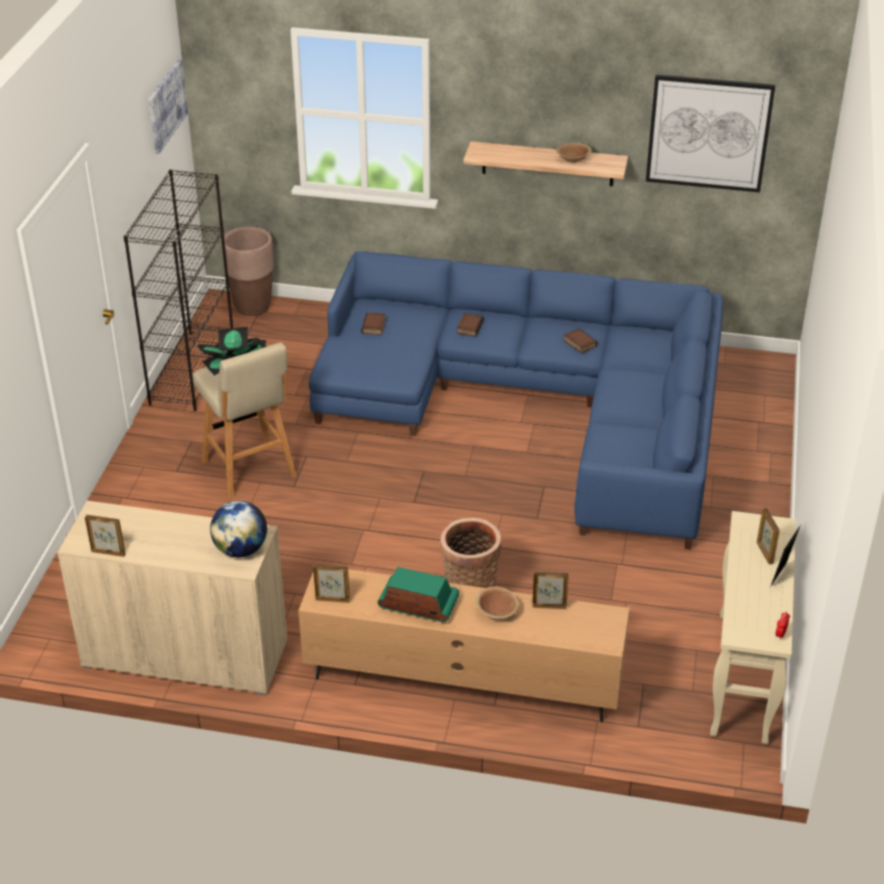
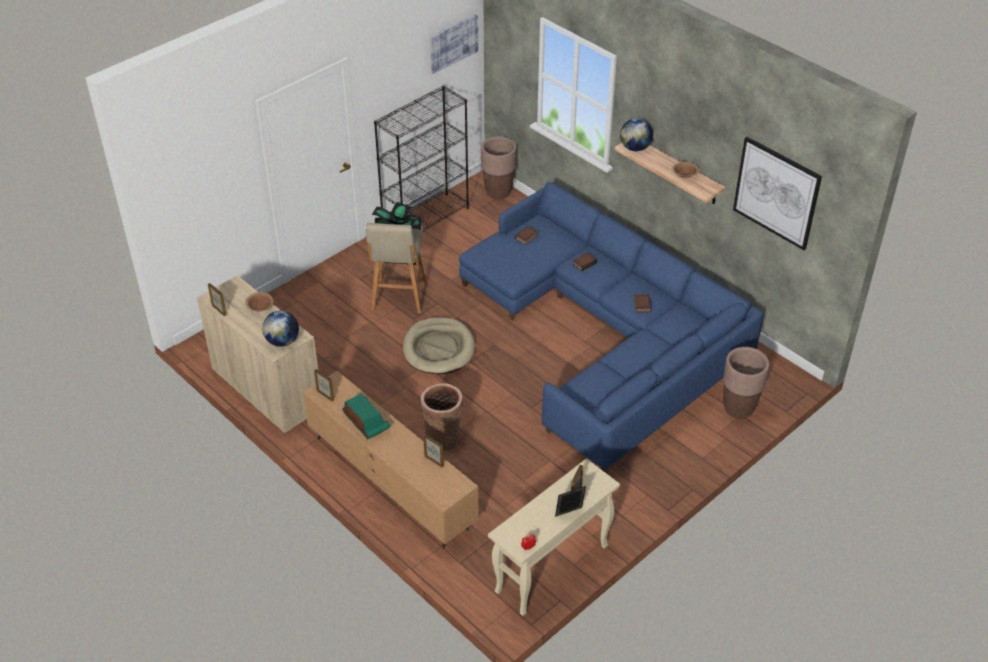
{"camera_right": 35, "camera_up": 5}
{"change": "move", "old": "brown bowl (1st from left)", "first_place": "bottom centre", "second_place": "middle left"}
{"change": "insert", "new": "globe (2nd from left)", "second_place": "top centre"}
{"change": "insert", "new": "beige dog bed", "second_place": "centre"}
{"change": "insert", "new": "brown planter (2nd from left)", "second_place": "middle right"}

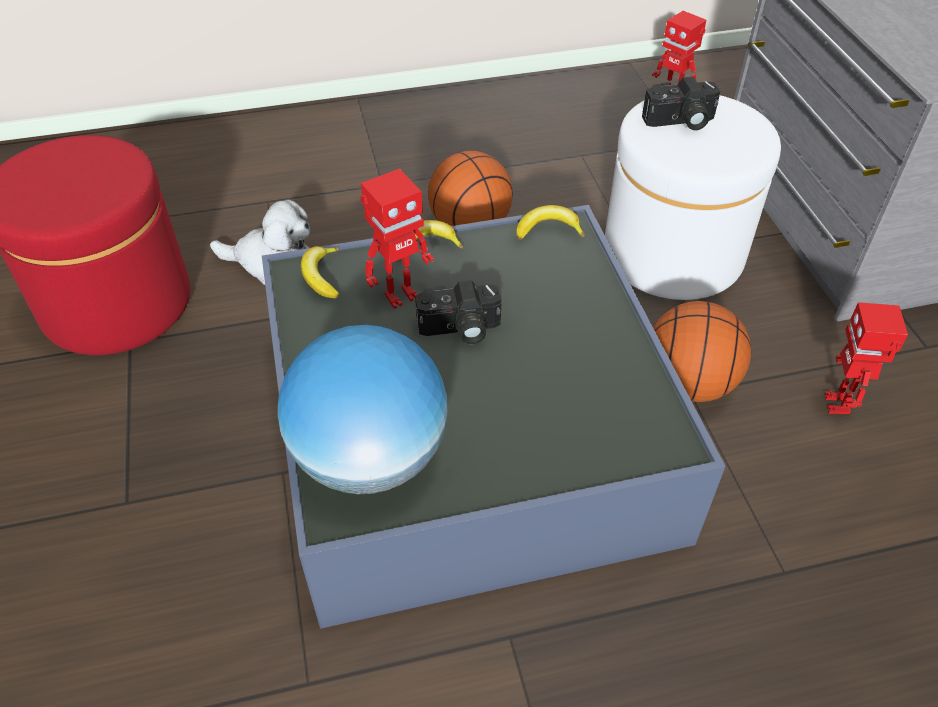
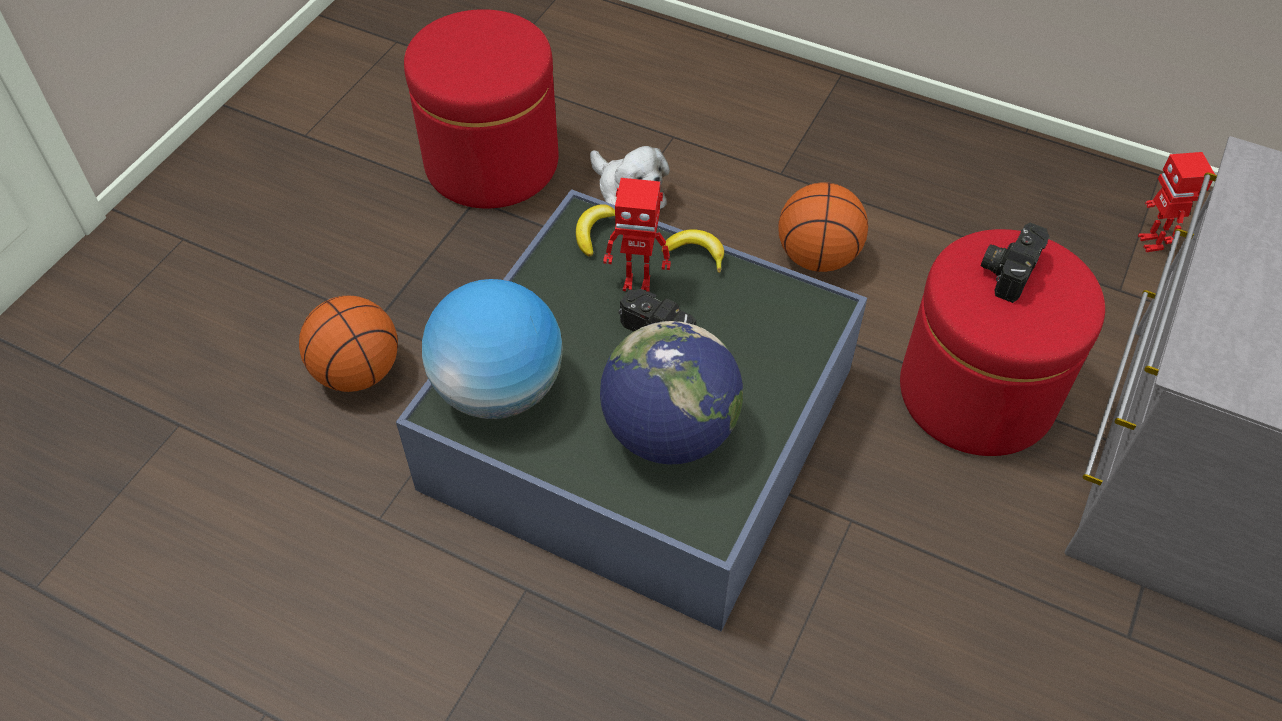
{"camera_right": 40, "camera_up": 5}
{"change": "rotate", "old": "photo camera (2nd from left)", "first_place": "top right", "second_place": "middle right", "degrees": 90}
{"change": "recolor", "old": "white ottoman", "new": "red ottoman (2nd from left)", "first_place": "top right", "second_place": "middle right"}
{"change": "delete", "old": "banana (3rd from left)", "first_place": "top centre"}
{"change": "move", "old": "basketball (2nd from left in the first image)", "new": "basketball (1st from left)", "first_place": "middle right", "second_place": "middle left"}
{"change": "delete", "old": "toy robot (3rd from left)", "first_place": "middle right"}
{"change": "insert", "new": "globe (2nd from left)", "second_place": "centre"}

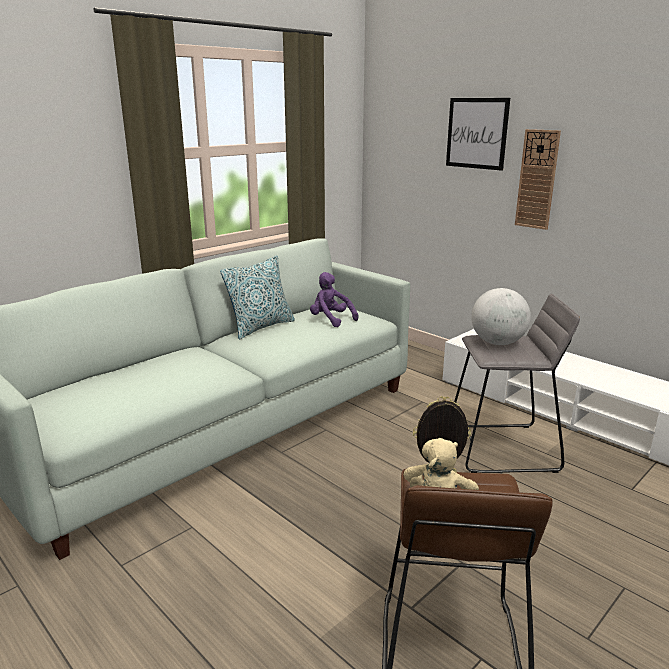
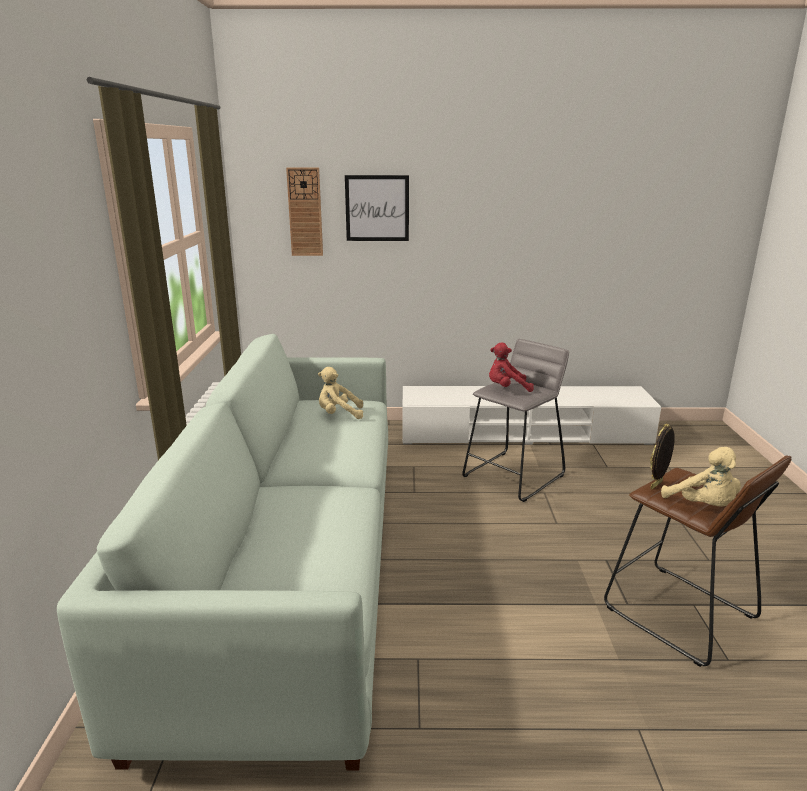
{"camera_right": -45, "camera_up": 0}
{"change": "move", "old": "wall clock", "first_place": "top right", "second_place": "top centre"}
{"change": "delete", "old": "pillow", "first_place": "centre"}
{"change": "recolor", "old": "purple plush toy", "new": "beige plush toy (1st from left)", "first_place": "centre", "second_place": "centre"}
{"change": "replace", "old": "globe", "new": "red plush toy", "first_place": "middle right", "second_place": "centre"}

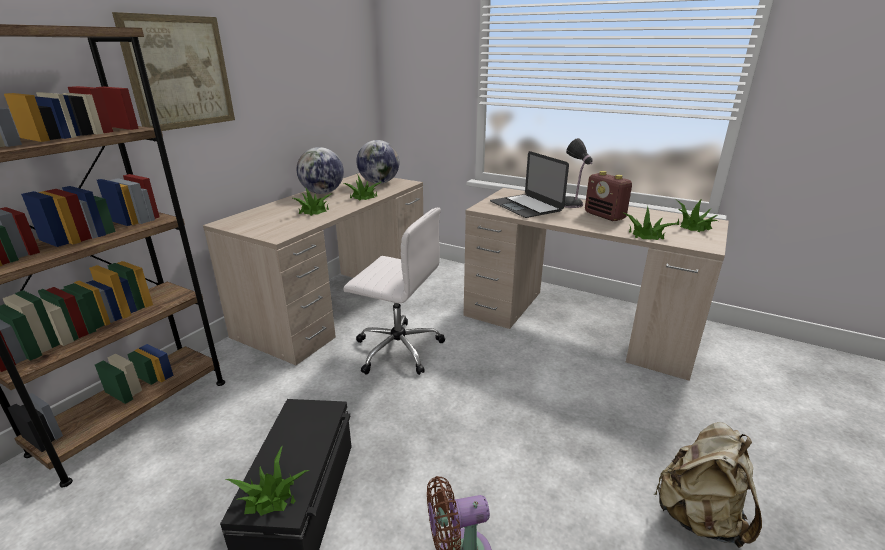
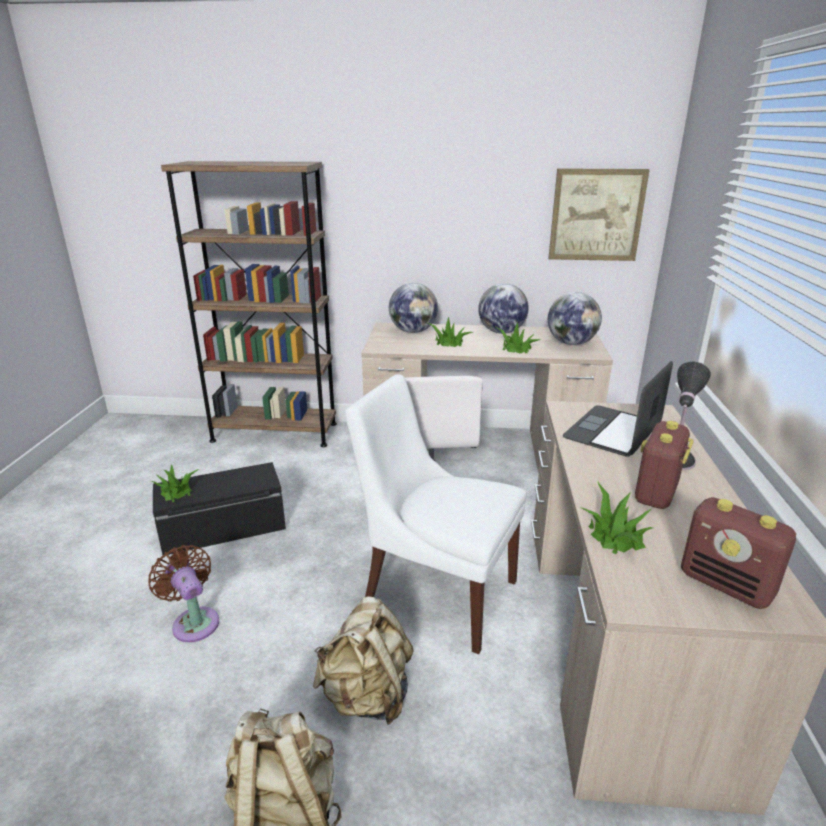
{"camera_right": 65, "camera_up": 0}
{"change": "move", "old": "picture", "first_place": "top left", "second_place": "top right"}
{"change": "replace", "old": "potted plant (5th from left)", "new": "radio (2nd from left)", "first_place": "middle right", "second_place": "bottom right"}
{"change": "insert", "new": "globe (1st from left)", "second_place": "centre"}
{"change": "insert", "new": "white chair", "second_place": "centre"}
{"change": "insert", "new": "beige backpack (2nd from left)", "second_place": "bottom centre"}

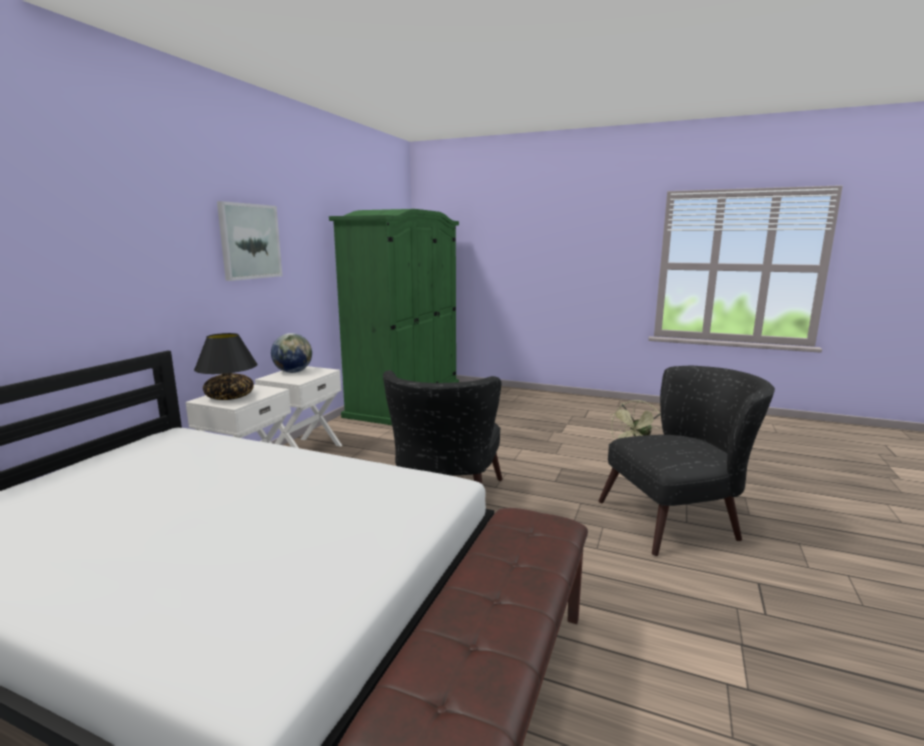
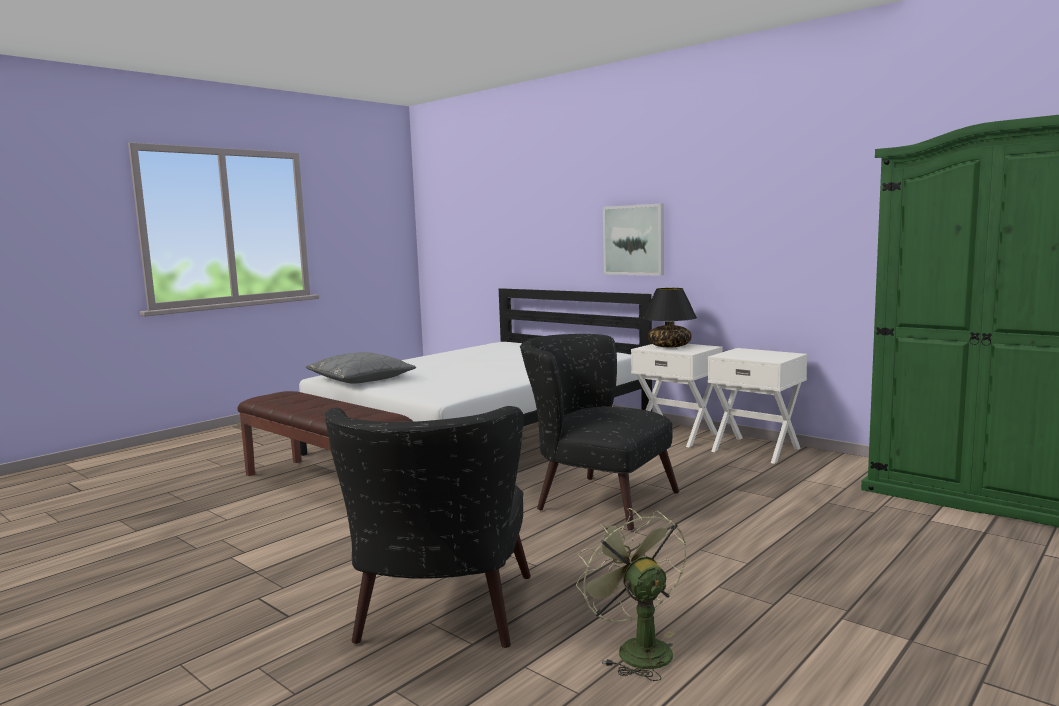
{"camera_right": 110, "camera_up": -5}
{"change": "move", "old": "picture", "first_place": "top left", "second_place": "centre"}
{"change": "delete", "old": "globe", "first_place": "middle left"}
{"change": "insert", "new": "grey pillow", "second_place": "centre"}

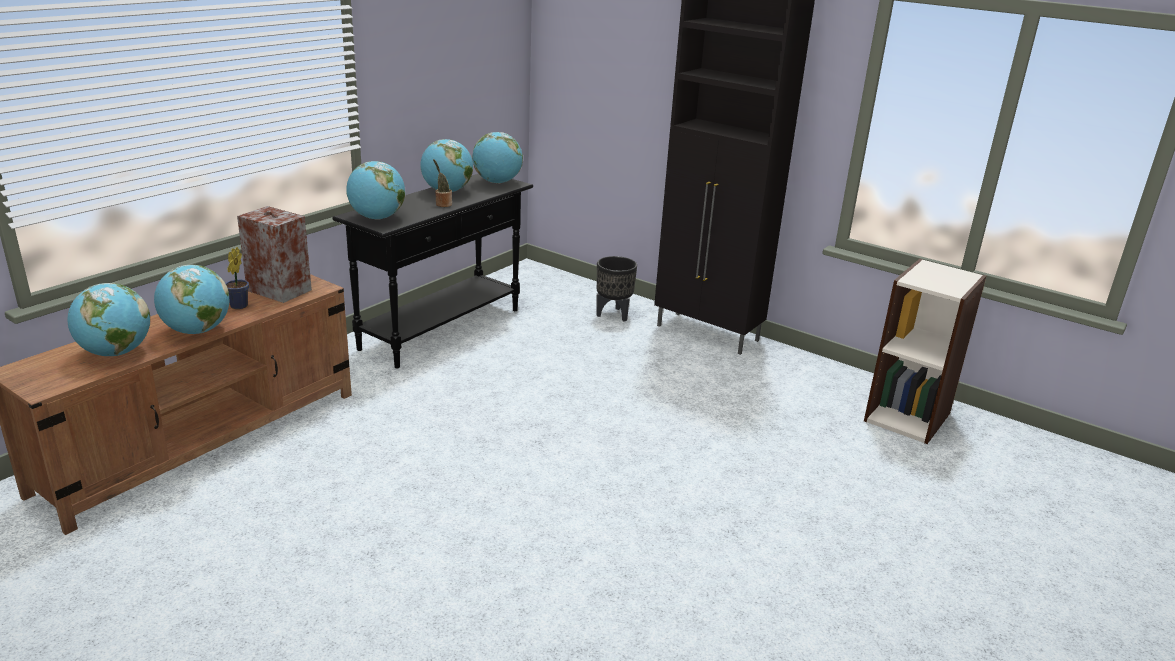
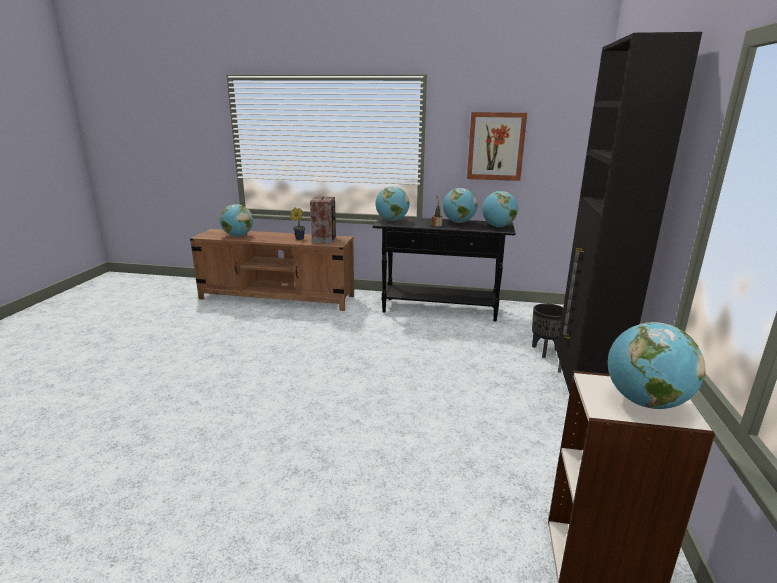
{"camera_right": 65, "camera_up": -5}
{"change": "move", "old": "globe (2nd from left in the first image)", "new": "globe (5th from left)", "first_place": "middle left", "second_place": "middle right"}
{"change": "insert", "new": "picture", "second_place": "top centre"}

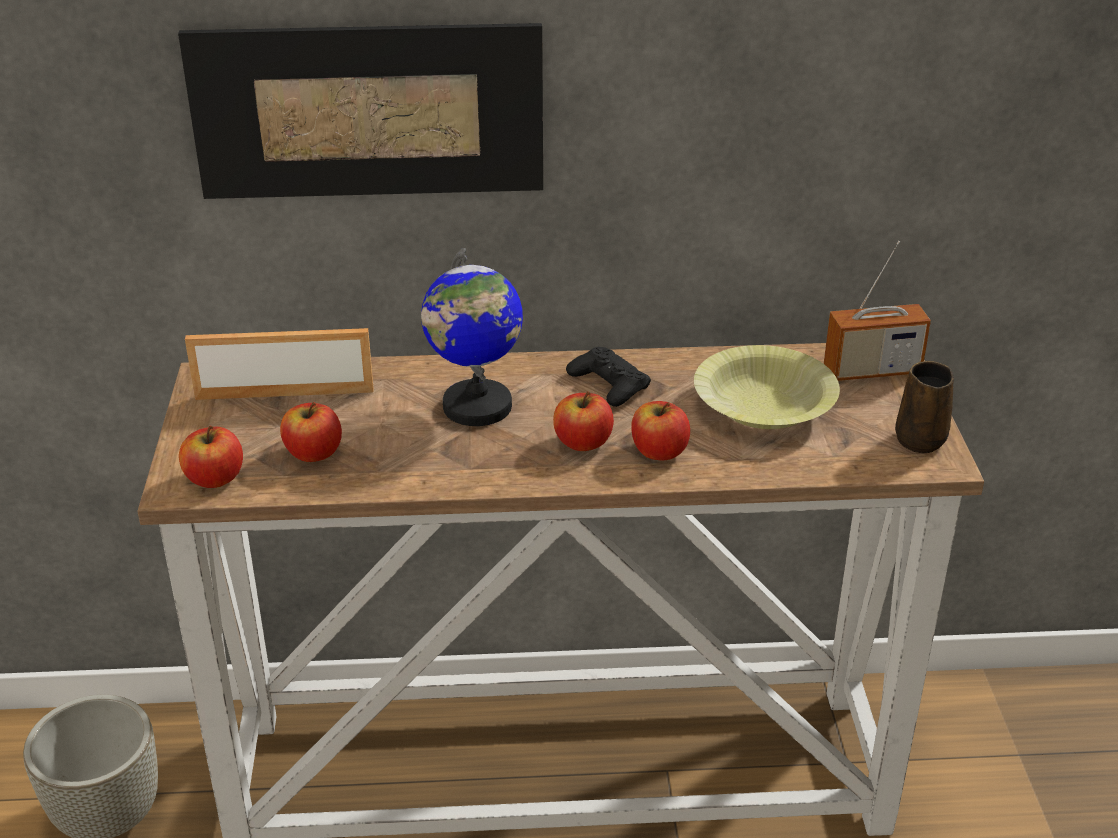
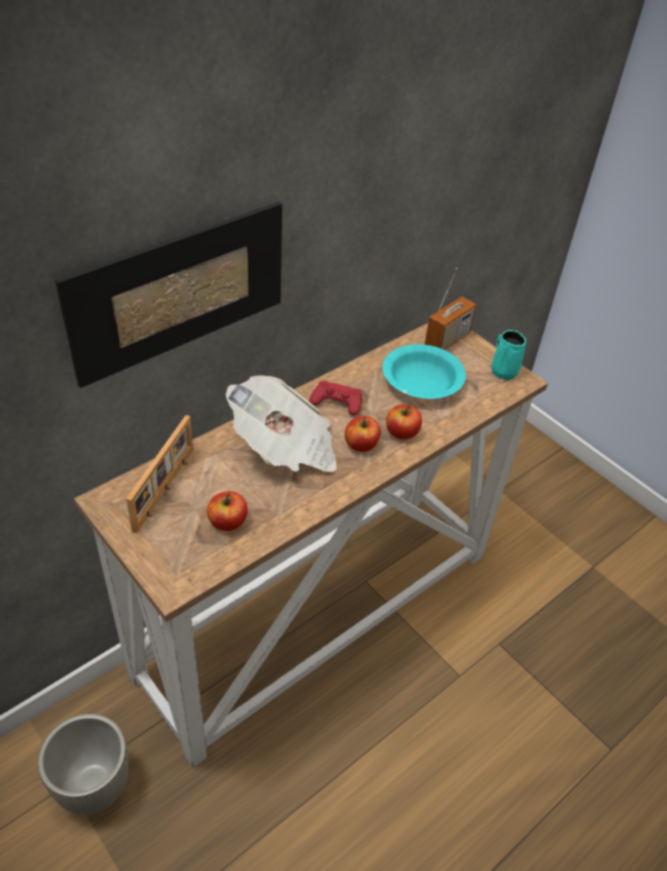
{"camera_right": -40, "camera_up": 10}
{"change": "replace", "old": "globe", "new": "newspaper", "first_place": "centre", "second_place": "centre"}
{"change": "rotate", "old": "picture frame", "first_place": "middle left", "second_place": "middle left", "degrees": 150}
{"change": "recolor", "old": "yellow bowl", "new": "turquoise bowl", "first_place": "middle right", "second_place": "centre"}
{"change": "recolor", "old": "black game controller", "new": "red game controller", "first_place": "centre", "second_place": "centre"}
{"change": "recolor", "old": "brown mug", "new": "turquoise mug", "first_place": "middle right", "second_place": "middle right"}
{"change": "delete", "old": "apple (1st from left)", "first_place": "middle left"}

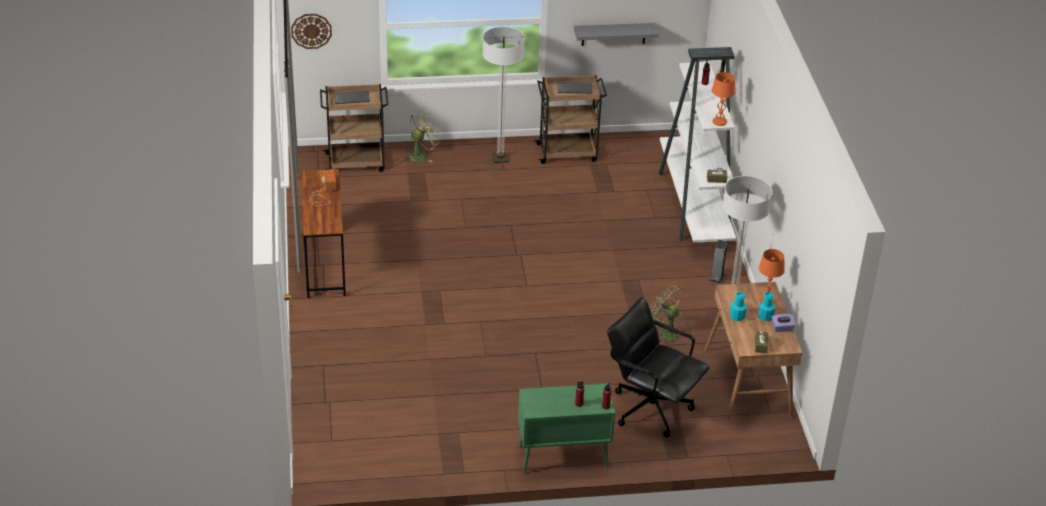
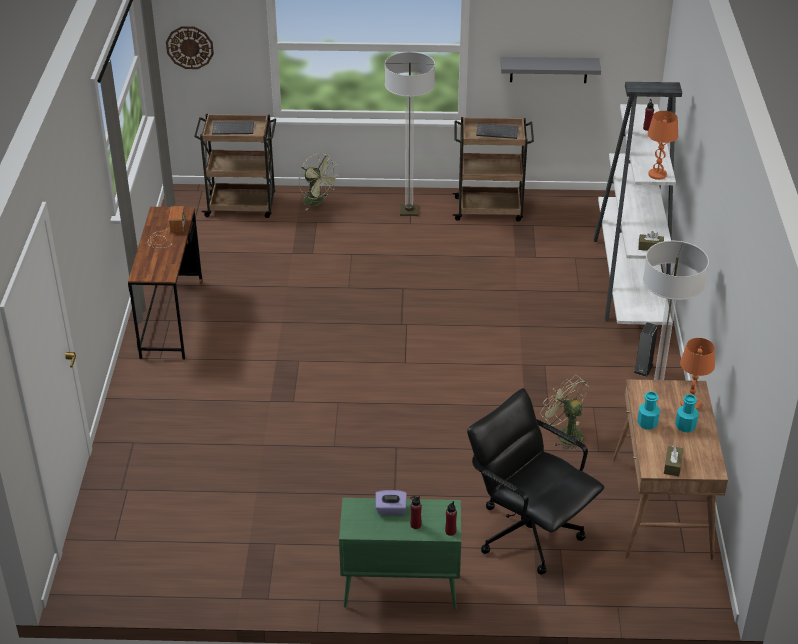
{"camera_right": 10, "camera_up": 0}
{"change": "rotate", "old": "green fan (1st from left)", "first_place": "top centre", "second_place": "top centre", "degrees": 75}
{"change": "move", "old": "purple tissue box", "first_place": "middle right", "second_place": "bottom centre"}

